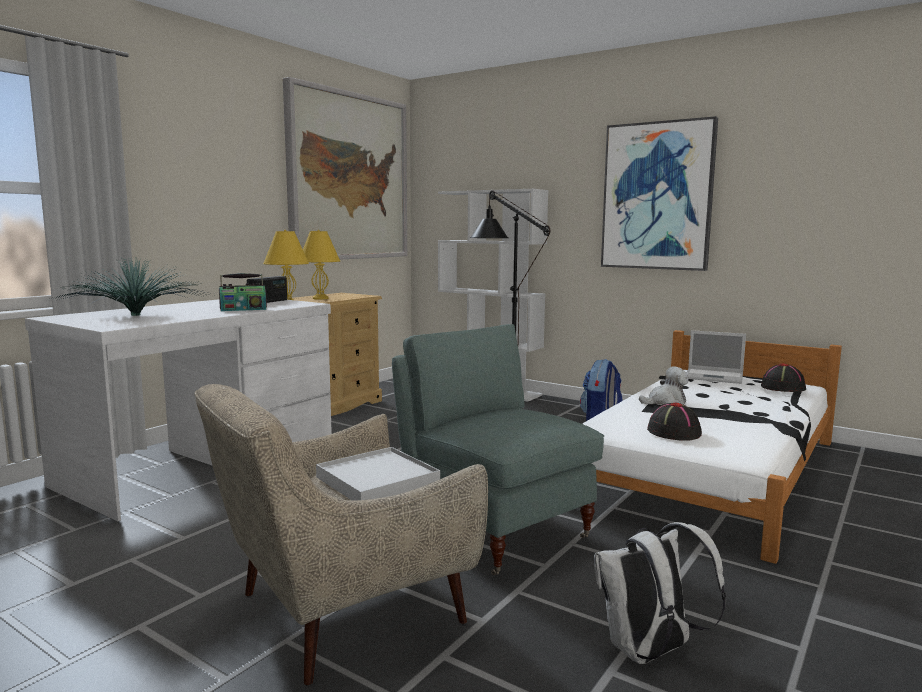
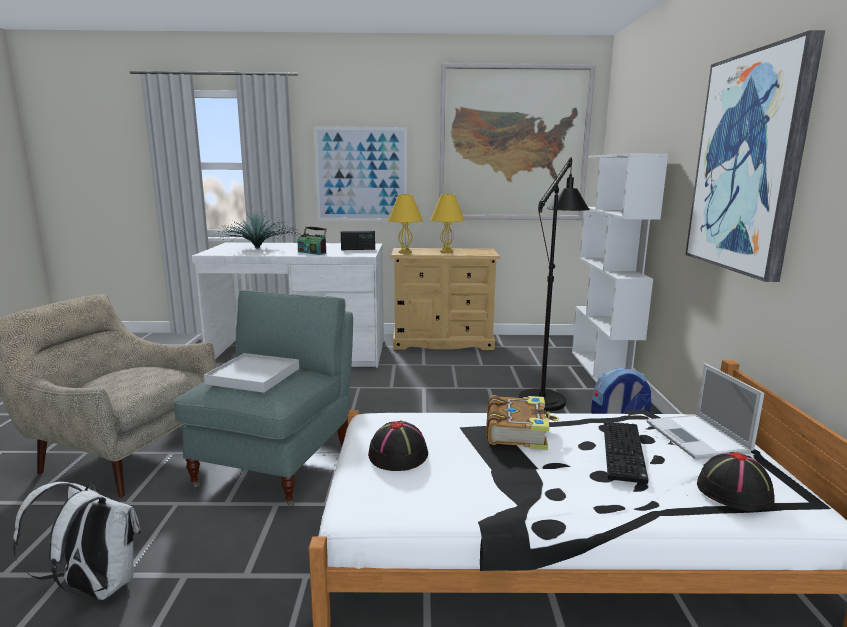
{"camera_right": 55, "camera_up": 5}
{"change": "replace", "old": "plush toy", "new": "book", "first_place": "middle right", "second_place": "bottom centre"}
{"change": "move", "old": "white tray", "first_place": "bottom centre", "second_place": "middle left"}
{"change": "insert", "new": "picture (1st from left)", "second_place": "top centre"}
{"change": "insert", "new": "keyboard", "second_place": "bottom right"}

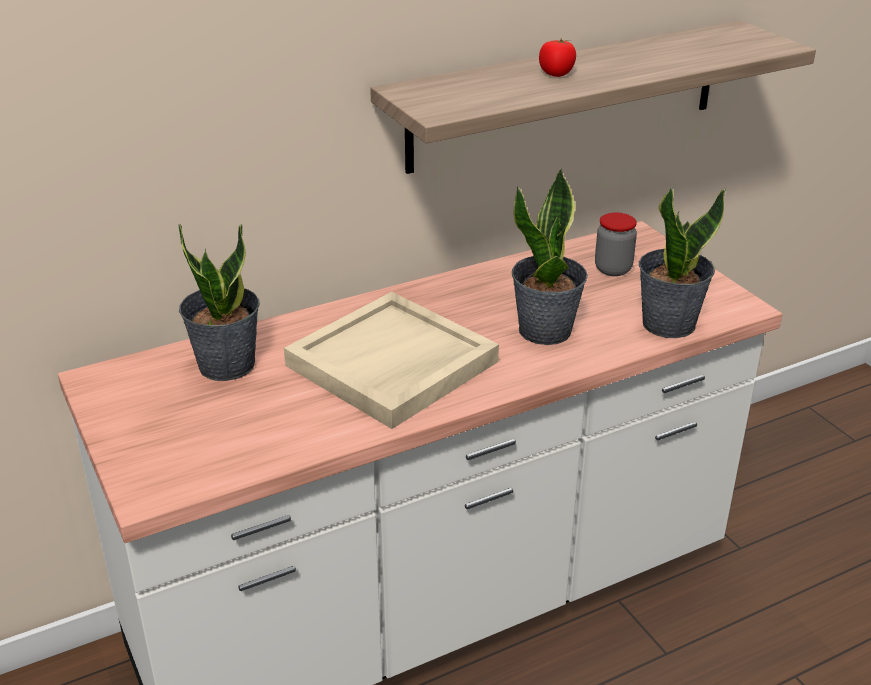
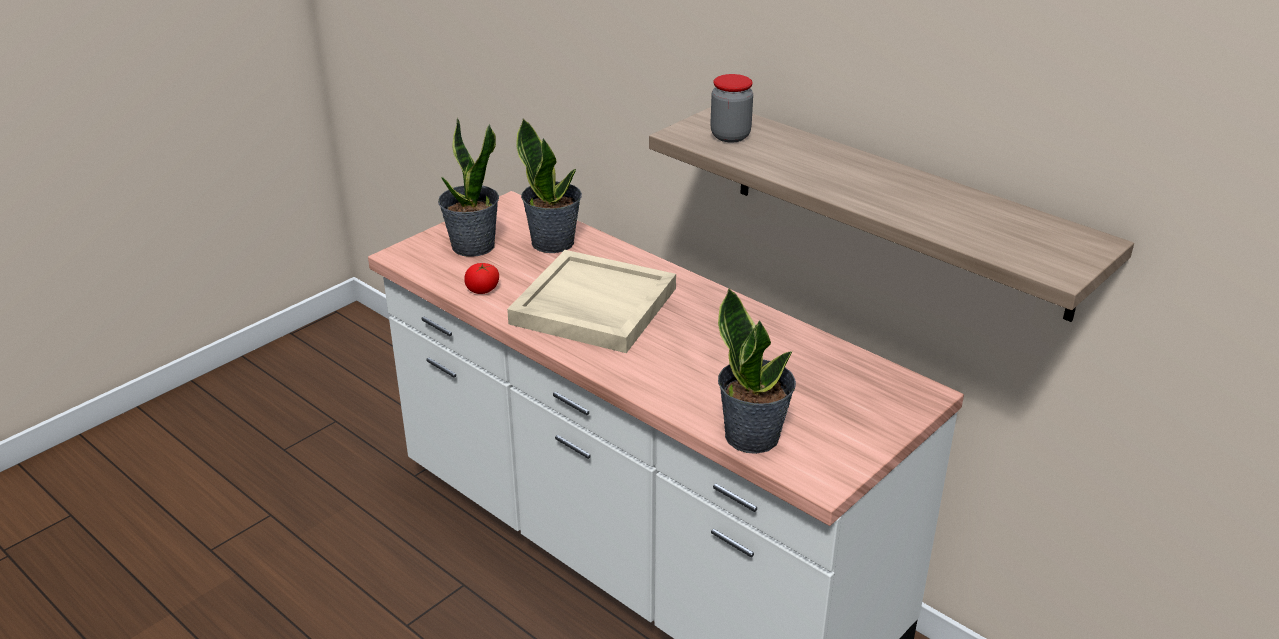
{"camera_right": 70, "camera_up": 0}
{"change": "move", "old": "tomato", "first_place": "top centre", "second_place": "centre"}
{"change": "move", "old": "potted plant (2nd from left in the first image)", "new": "potted plant (1st from left)", "first_place": "centre", "second_place": "top centre"}
{"change": "move", "old": "jar", "first_place": "middle right", "second_place": "top centre"}

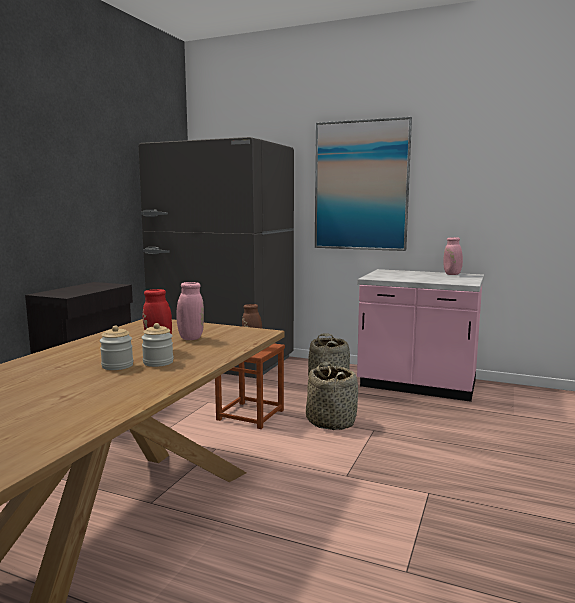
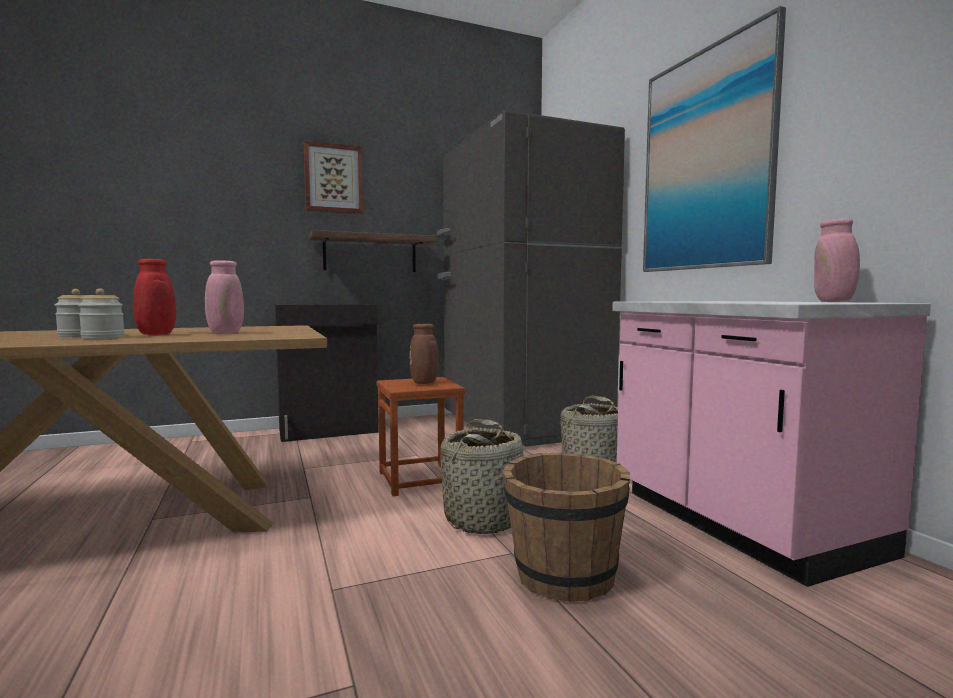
{"camera_right": 45, "camera_up": -5}
{"change": "insert", "new": "picture (1st from left)", "second_place": "top centre"}
{"change": "insert", "new": "shelf", "second_place": "centre"}
{"change": "insert", "new": "brown bucket", "second_place": "bottom centre"}

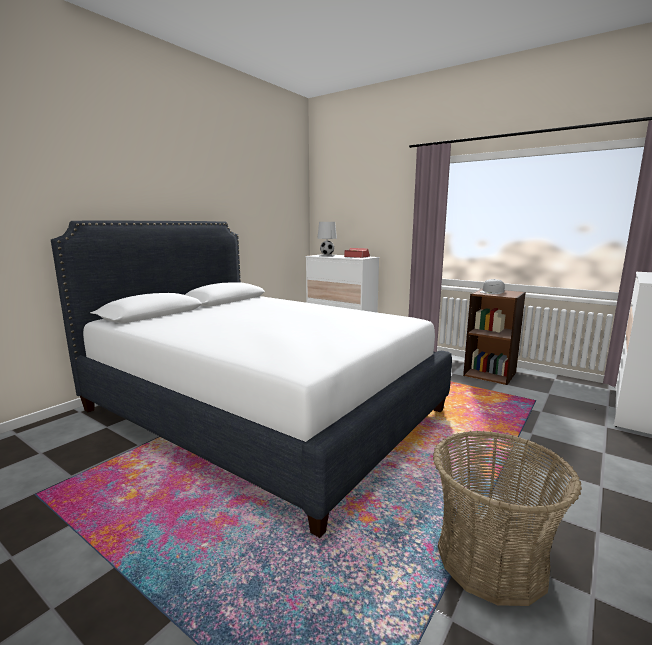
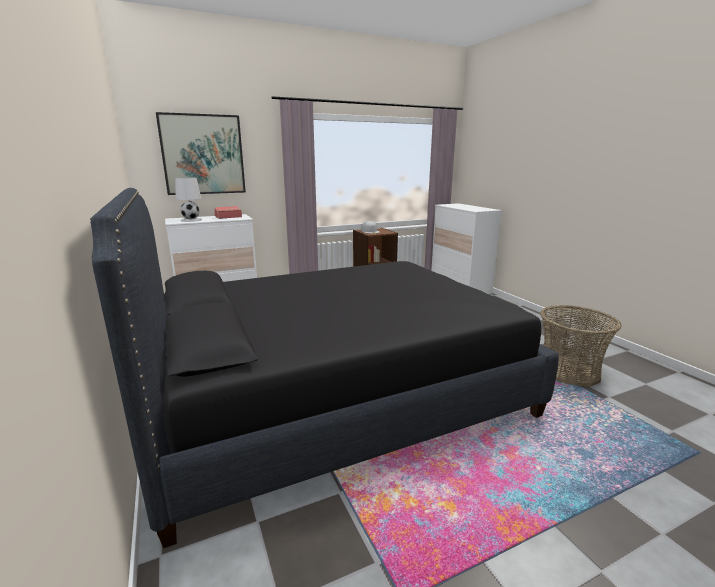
{"camera_right": -60, "camera_up": 5}
{"change": "recolor", "old": "white bed", "new": "black bed", "first_place": "centre", "second_place": "centre"}
{"change": "insert", "new": "picture", "second_place": "top left"}

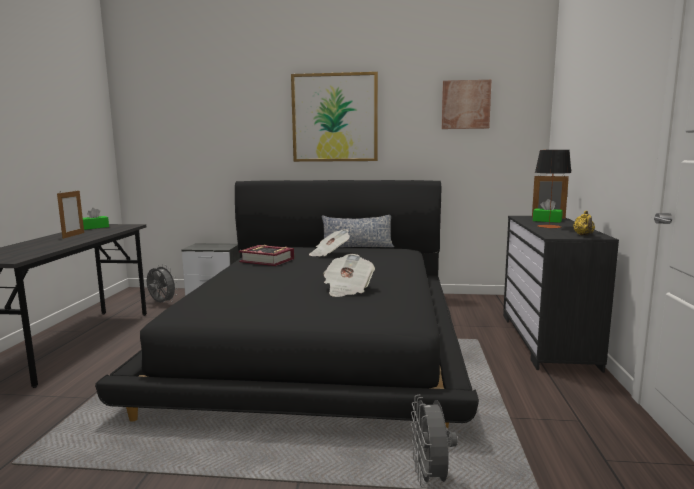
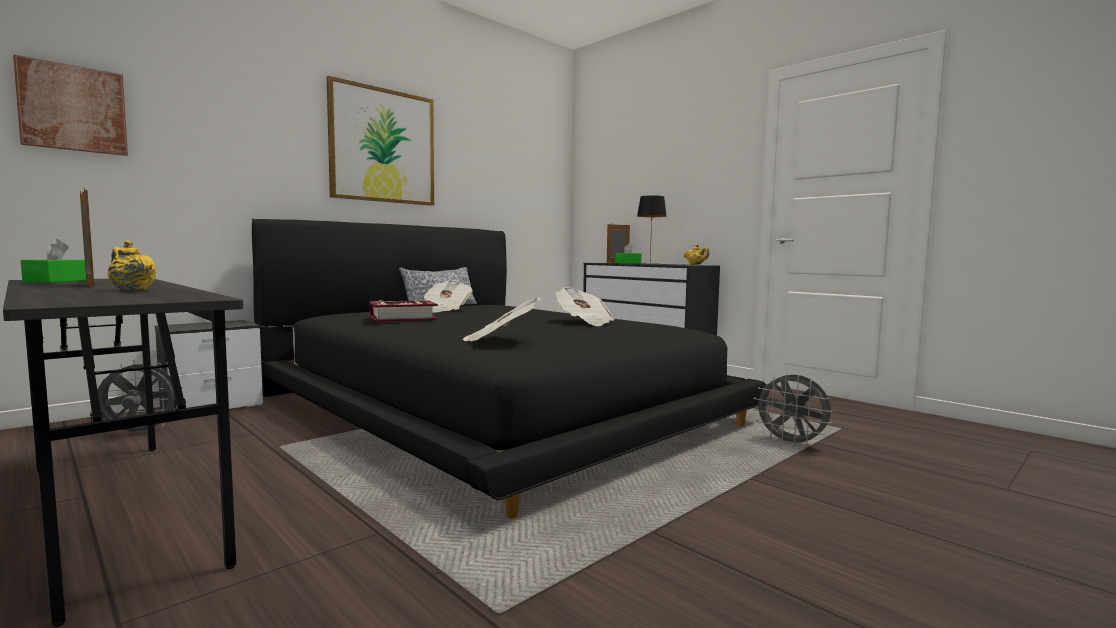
{"camera_right": -50, "camera_up": -5}
{"change": "move", "old": "picture (2nd from left in the first image)", "new": "picture (1st from left)", "first_place": "top right", "second_place": "top left"}
{"change": "insert", "new": "yellow teapot (1st from left)", "second_place": "middle left"}
{"change": "insert", "new": "newspaper (2nd from left)", "second_place": "centre"}

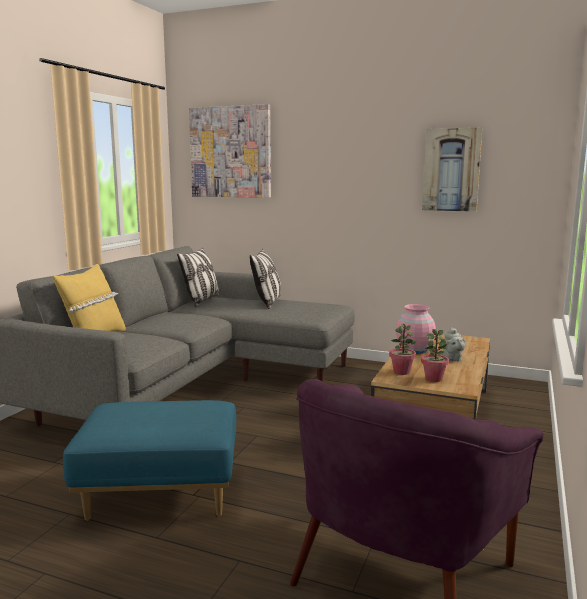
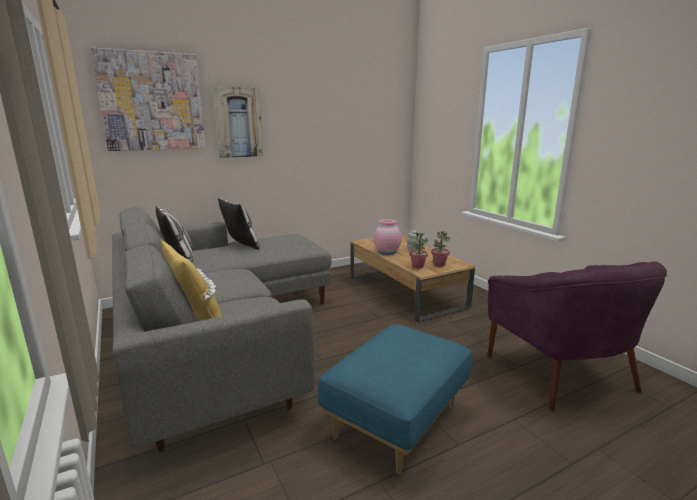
{"camera_right": -50, "camera_up": 5}
{"change": "move", "old": "picture (2nd from left)", "first_place": "top right", "second_place": "top centre"}

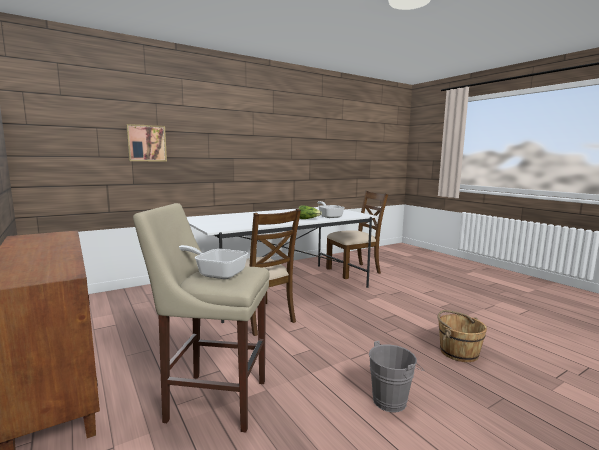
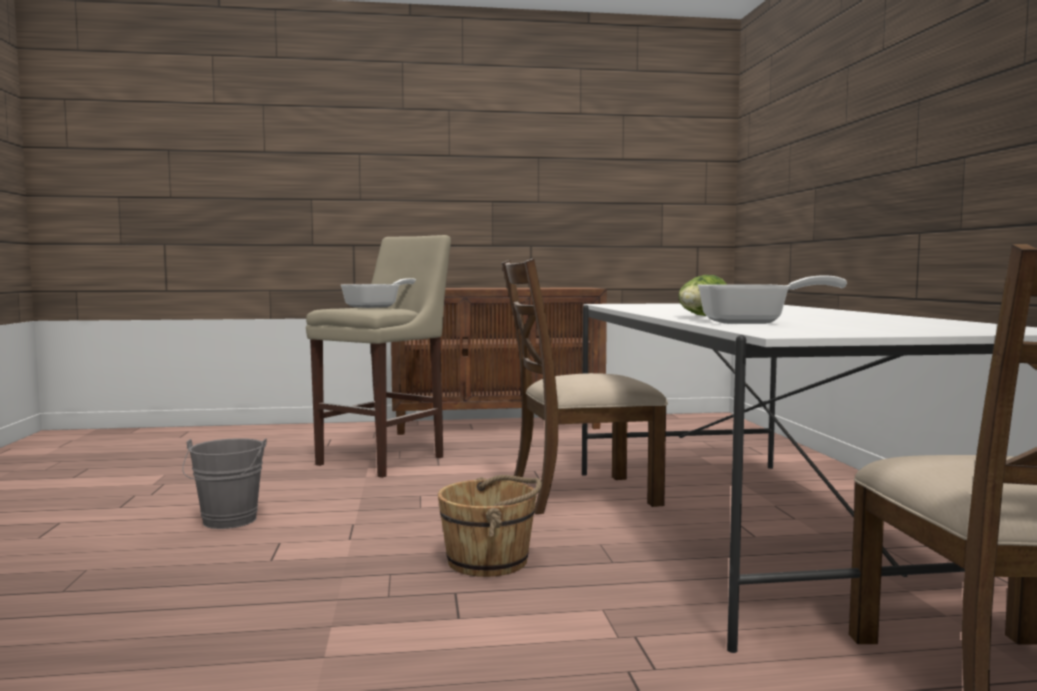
{"camera_right": 115, "camera_up": -5}
{"change": "delete", "old": "picture", "first_place": "top left"}
{"change": "move", "old": "brown bucket", "first_place": "bottom right", "second_place": "bottom centre"}

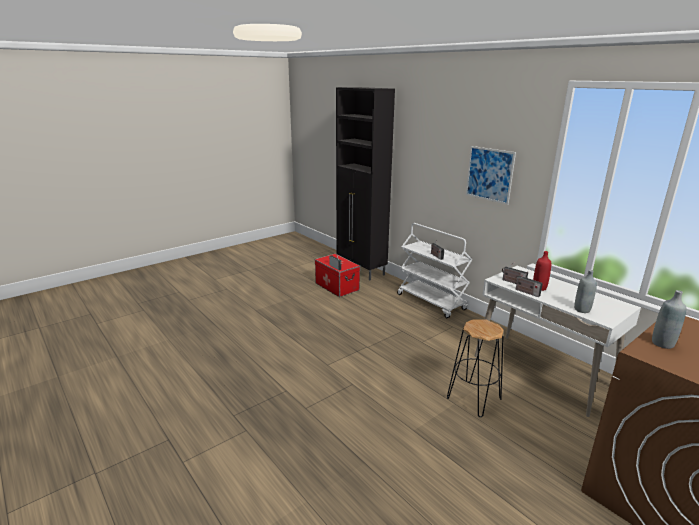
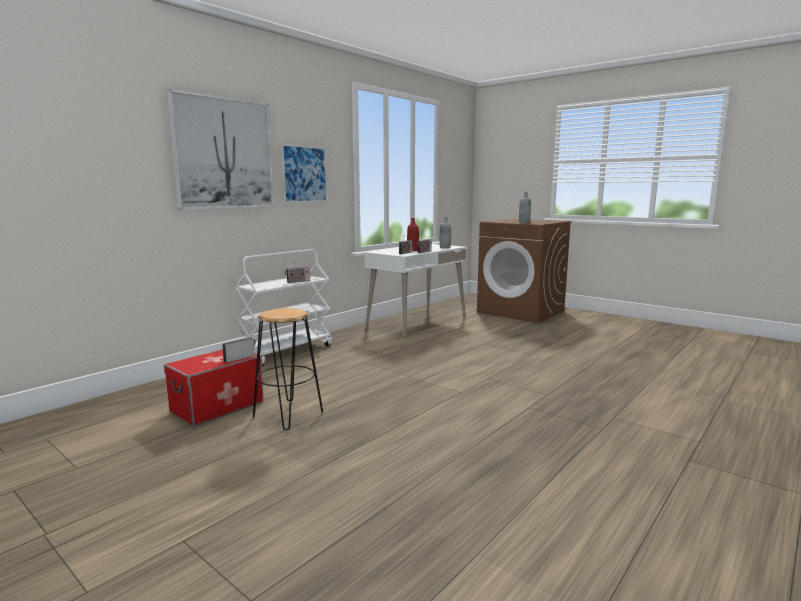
{"camera_right": -100, "camera_up": -10}
{"change": "delete", "old": "black cabinet", "first_place": "centre"}
{"change": "move", "old": "black stool", "first_place": "bottom right", "second_place": "centre"}
{"change": "insert", "new": "picture (1st from left)", "second_place": "top left"}

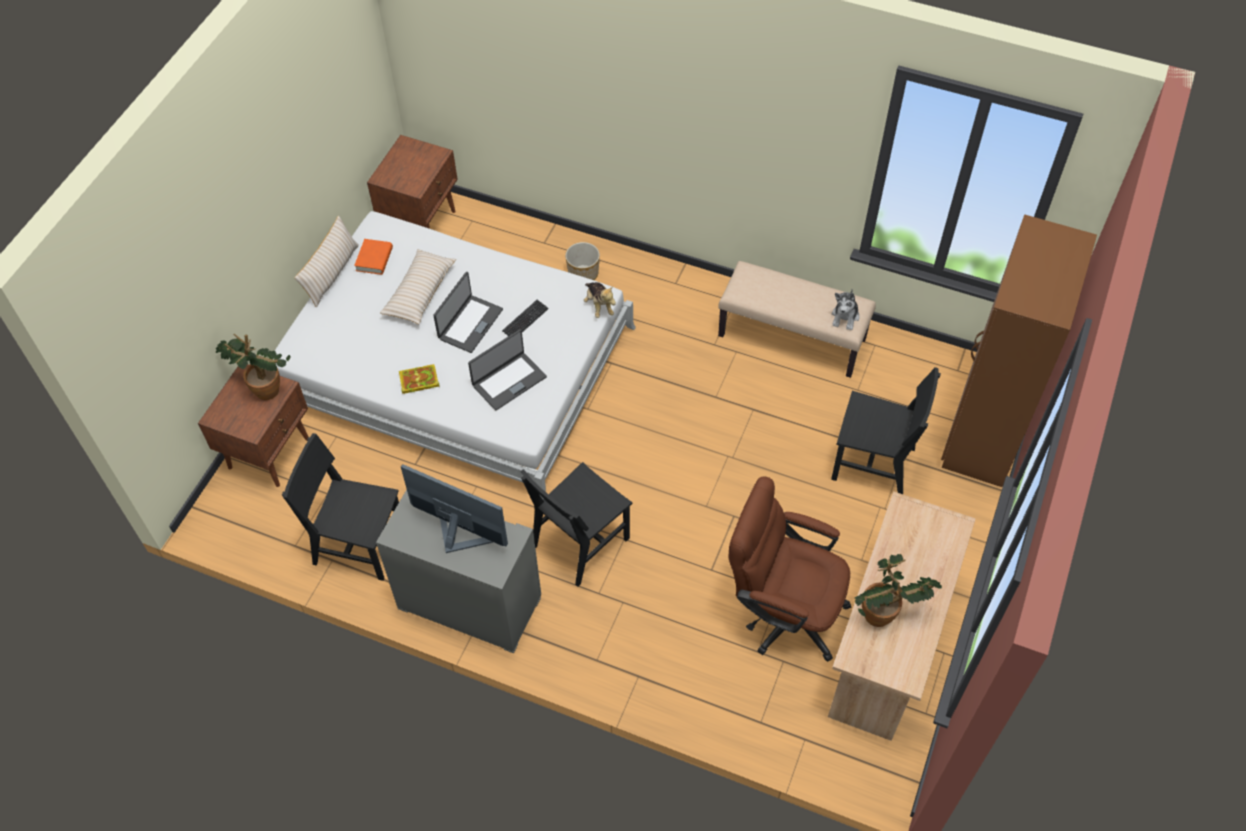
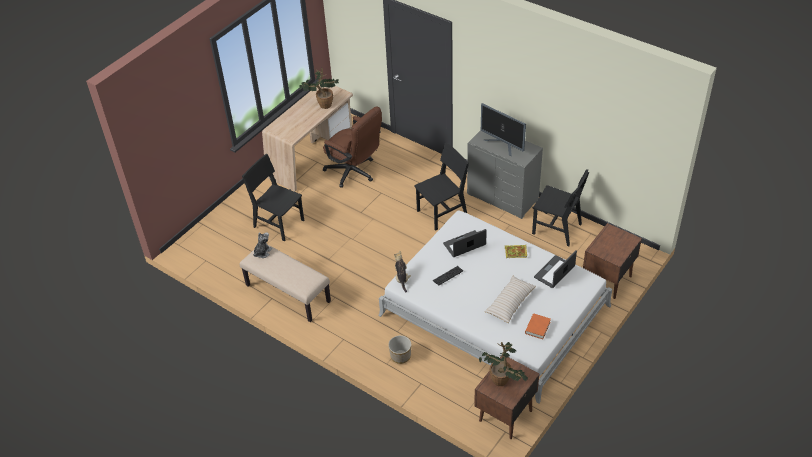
{"camera_right": -165, "camera_up": -10}
{"change": "delete", "old": "brown wardrobe", "first_place": "middle right"}
{"change": "delete", "old": "beige pillow (1st from left)", "first_place": "top left"}
{"change": "move", "old": "laptop (1st from left in the first image)", "new": "laptop (2nd from left)", "first_place": "centre", "second_place": "middle right"}
{"change": "move", "old": "potted plant (1st from left in the first image)", "new": "potted plant (2nd from left)", "first_place": "middle left", "second_place": "bottom centre"}

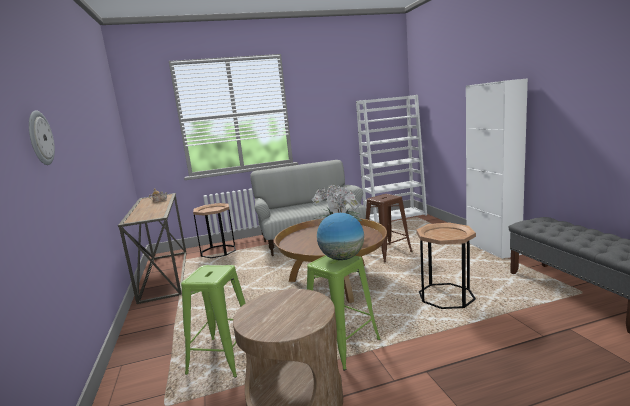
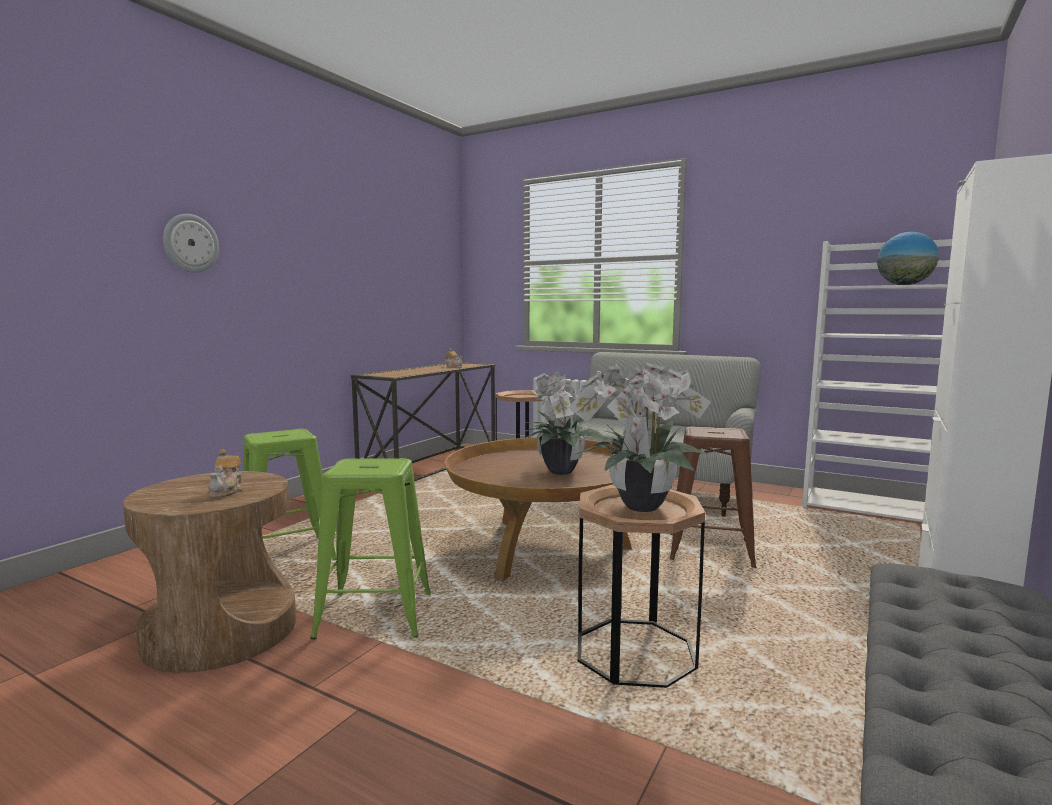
{"camera_right": 45, "camera_up": -5}
{"change": "move", "old": "globe", "first_place": "centre", "second_place": "top right"}
{"change": "insert", "new": "potted plant (2nd from left)", "second_place": "centre"}
{"change": "insert", "new": "teapot (1st from left)", "second_place": "middle left"}

